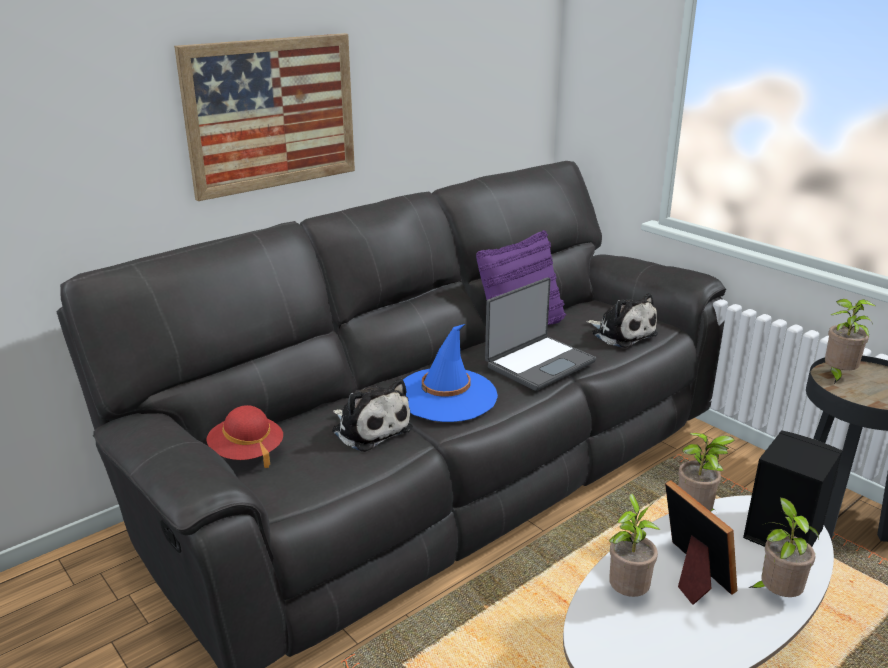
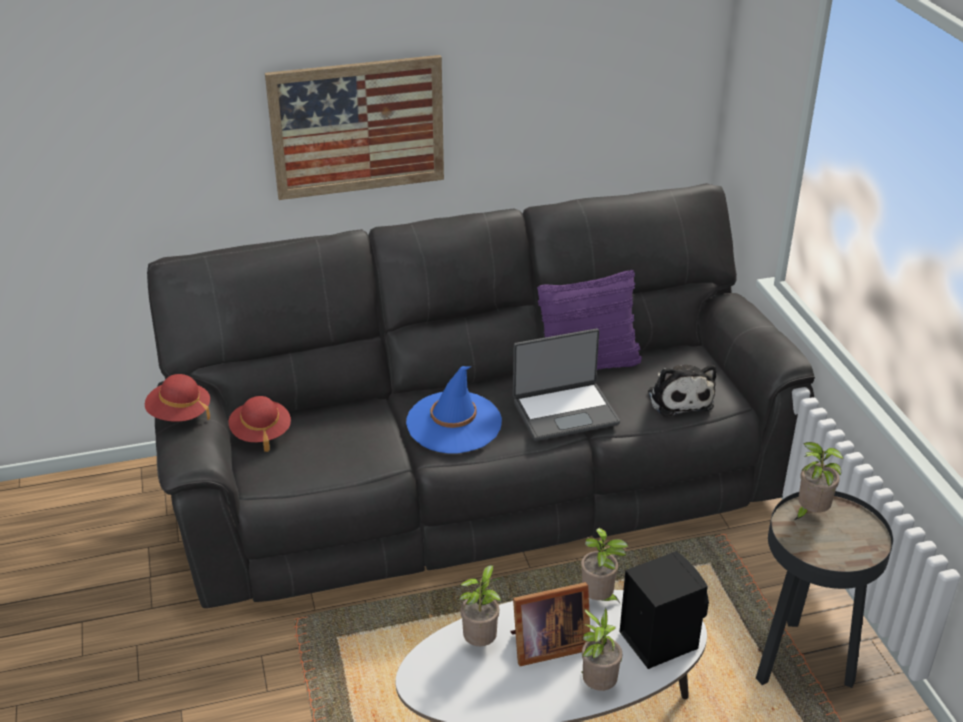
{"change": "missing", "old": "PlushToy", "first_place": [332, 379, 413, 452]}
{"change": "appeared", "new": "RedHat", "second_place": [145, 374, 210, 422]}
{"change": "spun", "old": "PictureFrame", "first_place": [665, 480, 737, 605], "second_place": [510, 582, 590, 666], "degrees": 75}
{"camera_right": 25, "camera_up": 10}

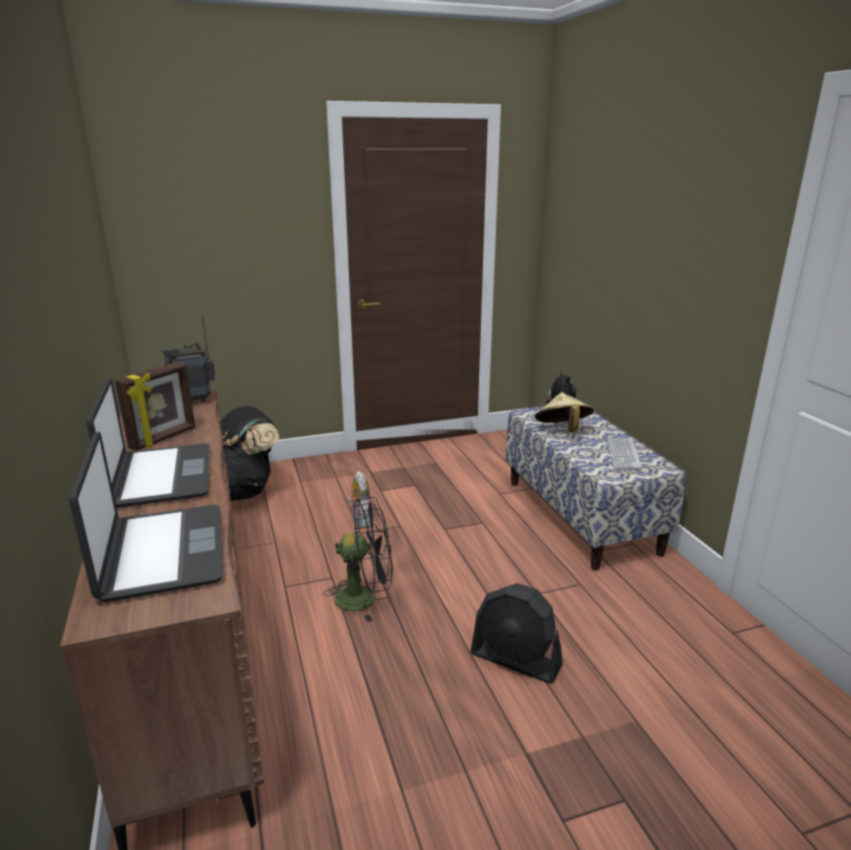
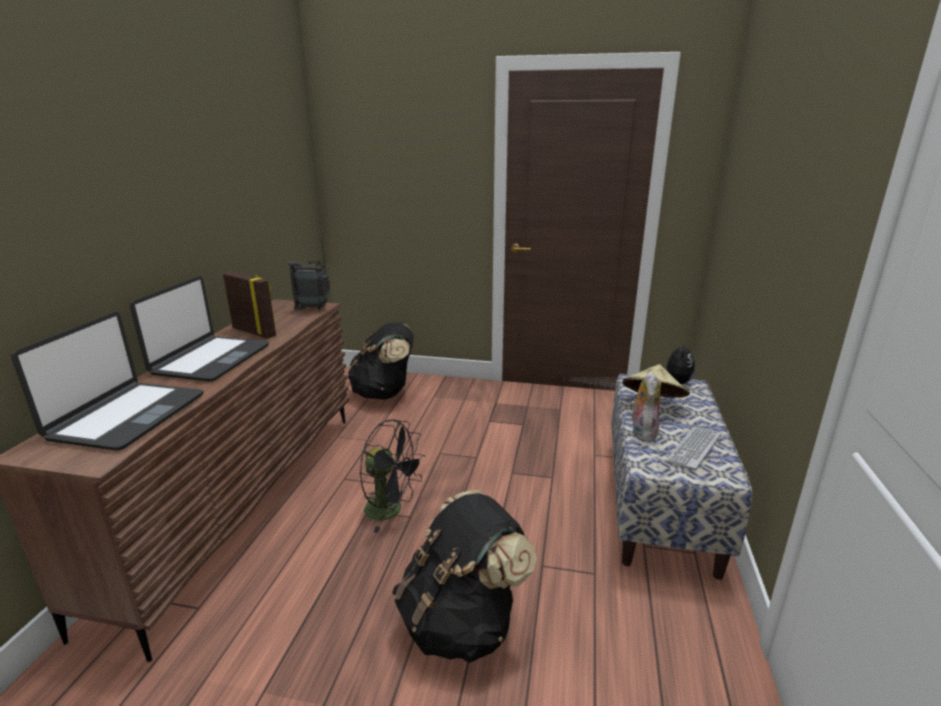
{"change": "relocated", "old": "PlushToy", "first_place": [348, 471, 373, 527], "second_place": [630, 371, 660, 442]}
{"change": "exchanged", "old": "BlackFan", "new": "BlackBackpack", "first_place": [470, 583, 563, 684], "second_place": [393, 490, 537, 663]}
{"change": "spun", "old": "PictureFrame", "first_place": [115, 362, 195, 451], "second_place": [223, 272, 276, 339], "degrees": -120}
{"camera_right": 30, "camera_up": 0}

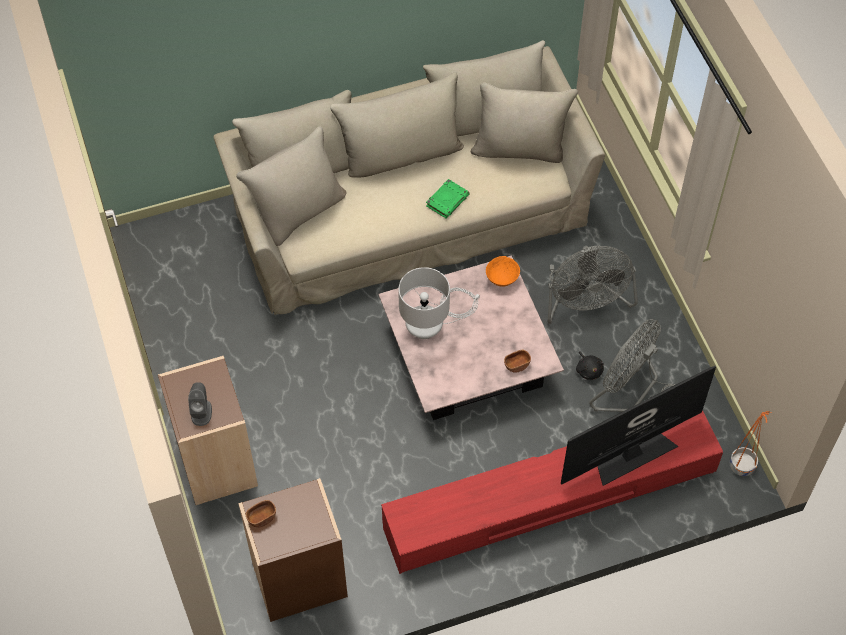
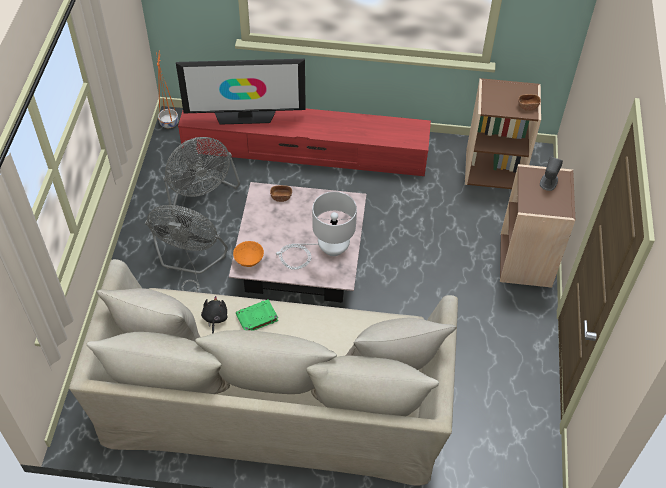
{"change": "relocated", "old": "BlackPlushToy", "first_place": [576, 351, 604, 380], "second_place": [201, 296, 228, 334]}
{"camera_right": -155, "camera_up": -5}

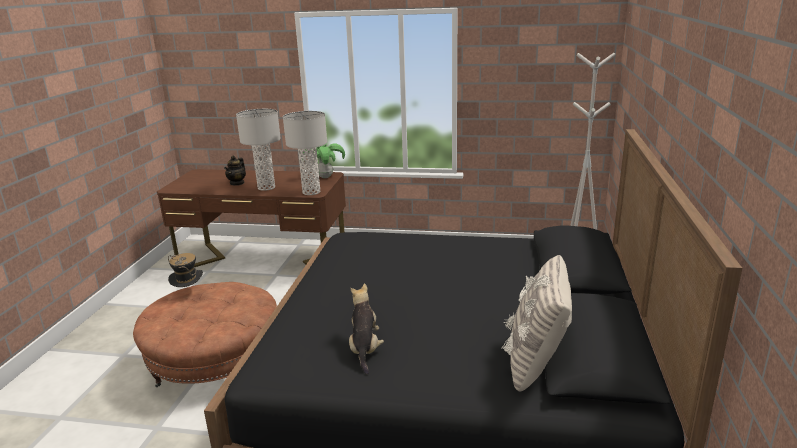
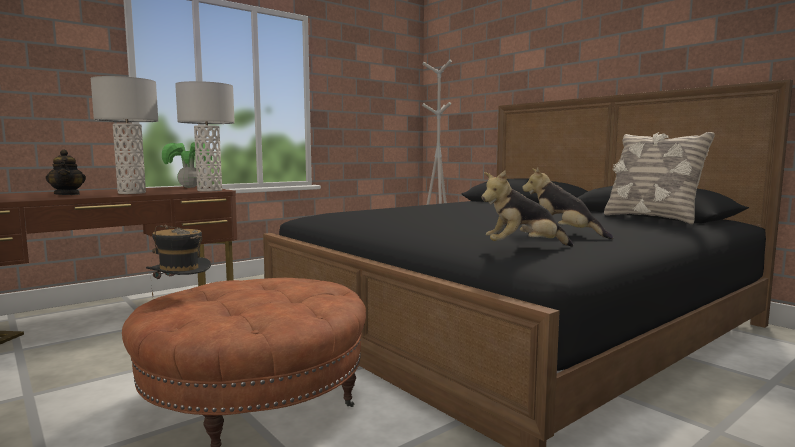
{"change": "appeared", "new": "PlushToy", "second_place": [482, 171, 573, 247]}
{"camera_right": -50, "camera_up": -15}

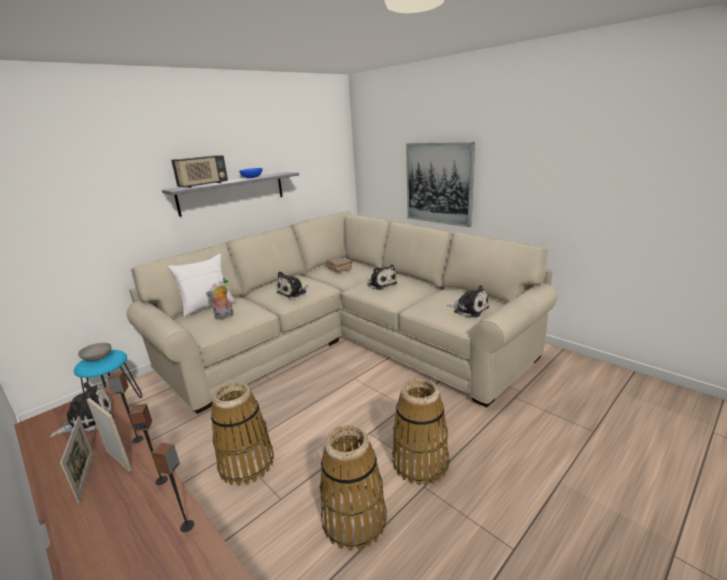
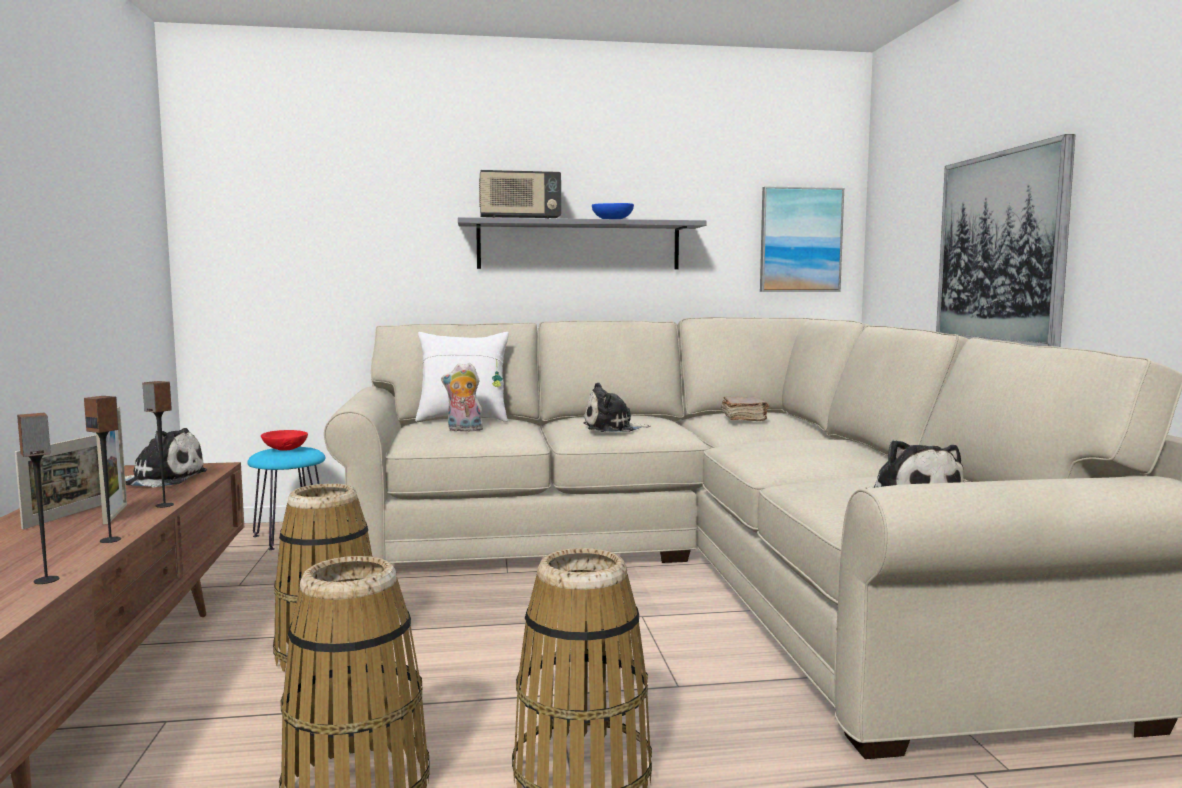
{"change": "missing", "old": "PlushToy", "first_place": [367, 264, 397, 290]}
{"change": "appeared", "new": "Picture", "second_place": [760, 186, 844, 292]}
{"change": "colour", "old": "GreyBowl", "new": "RedBowl", "first_place": [78, 343, 111, 361], "second_place": [261, 430, 308, 451]}
{"camera_right": 35, "camera_up": -15}

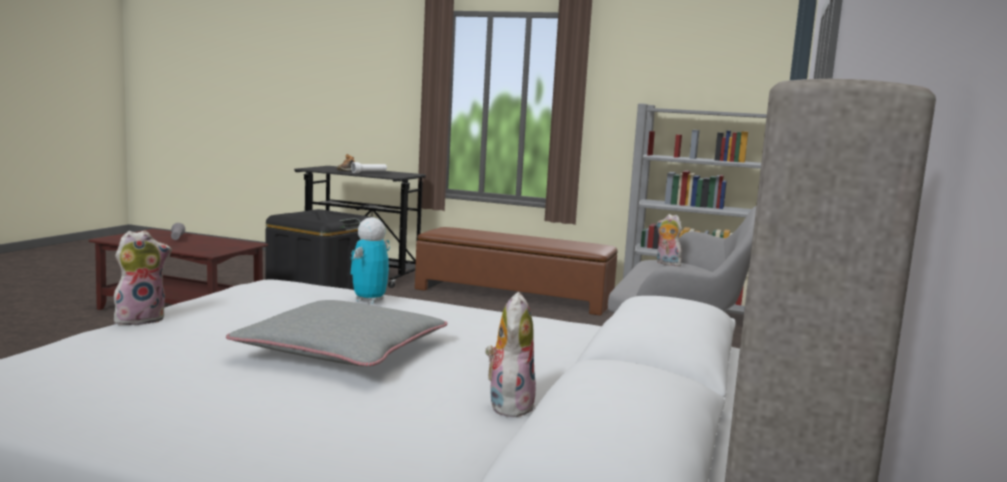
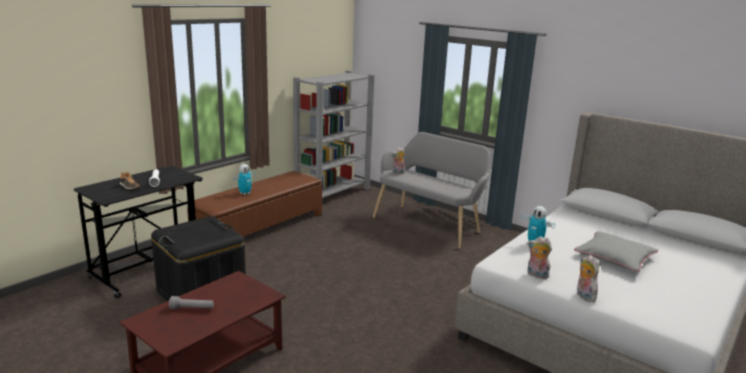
{"change": "appeared", "new": "ToyRobot", "second_place": [233, 164, 256, 195]}
{"change": "relocated", "old": "PlushToy", "first_place": [485, 292, 536, 418], "second_place": [527, 236, 552, 279]}
{"camera_right": -70, "camera_up": 10}

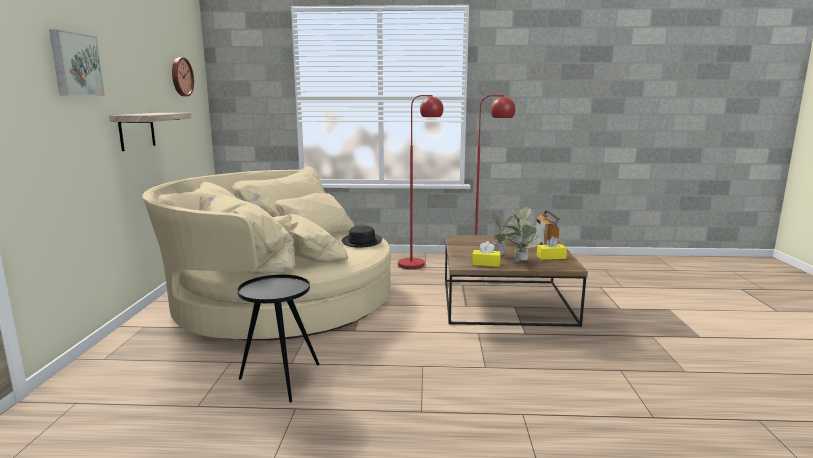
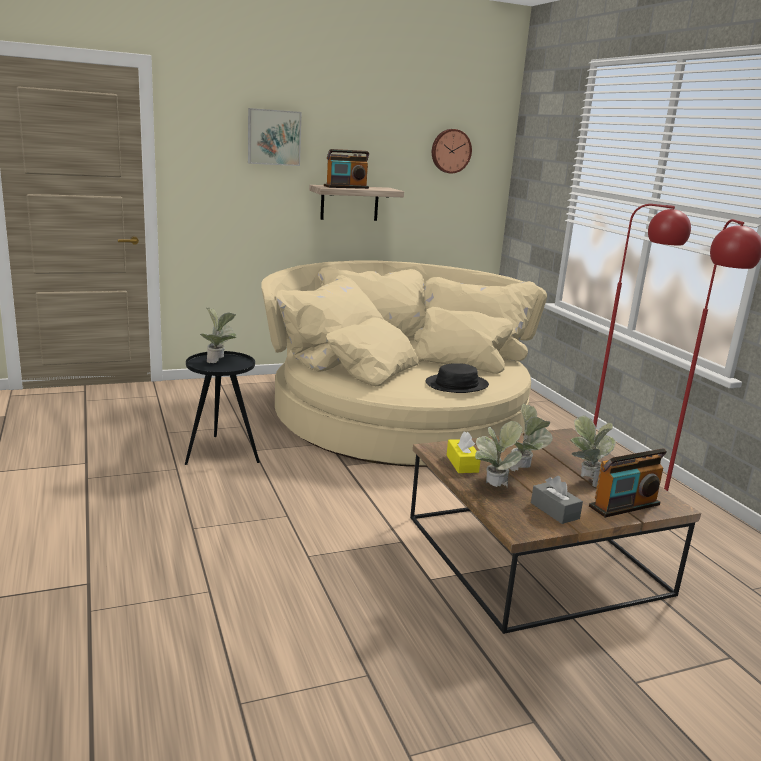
{"change": "appeared", "new": "PottedPlant", "second_place": [200, 308, 237, 363]}
{"change": "appeared", "new": "Radio", "second_place": [324, 149, 369, 189]}
{"change": "colour", "old": "YellowTissueBox", "new": "GreyTissueBox", "first_place": [537, 236, 567, 260], "second_place": [531, 476, 583, 524]}
{"camera_right": 65, "camera_up": 5}

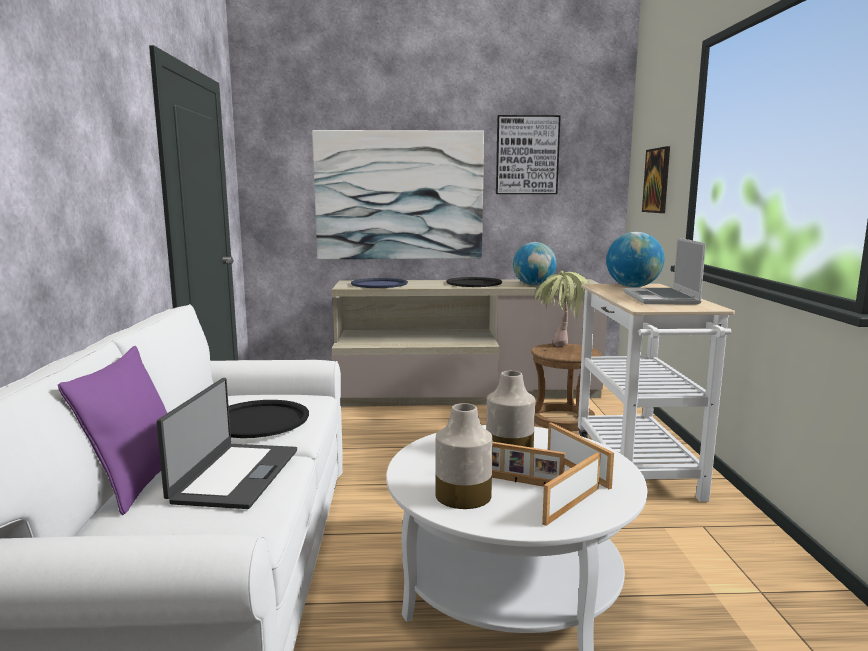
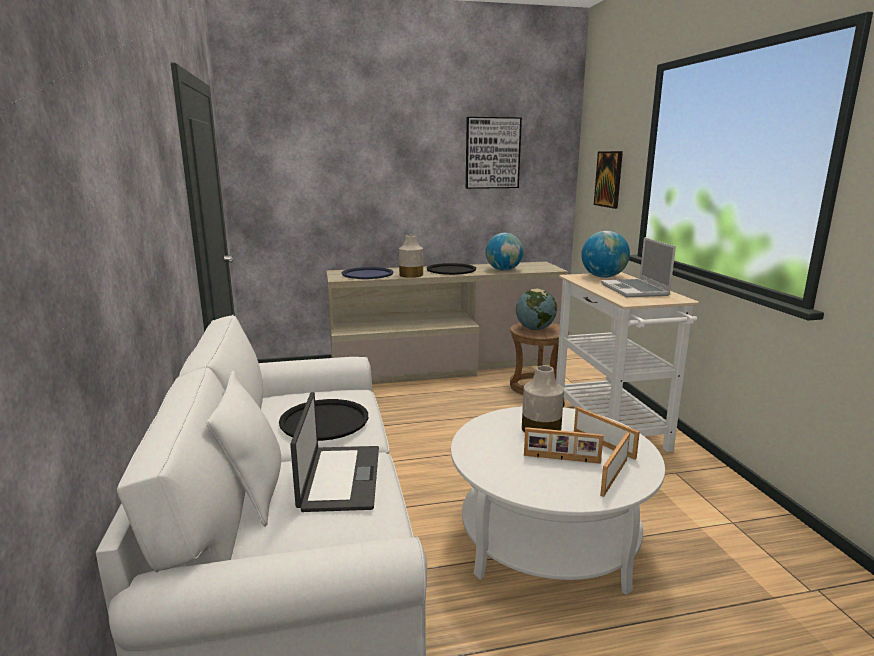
{"change": "missing", "old": "Picture", "first_place": [312, 130, 484, 259]}
{"change": "relocated", "old": "BeigeVase", "first_place": [436, 403, 493, 509], "second_place": [399, 235, 423, 278]}
{"change": "exchanged", "old": "PottedPlant", "new": "Globe", "first_place": [534, 271, 590, 347], "second_place": [516, 289, 557, 330]}
{"change": "colour", "old": "PurplePillow", "new": "WhitePillow", "first_place": [58, 346, 167, 515], "second_place": [206, 370, 281, 527]}
{"camera_right": -10, "camera_up": 5}

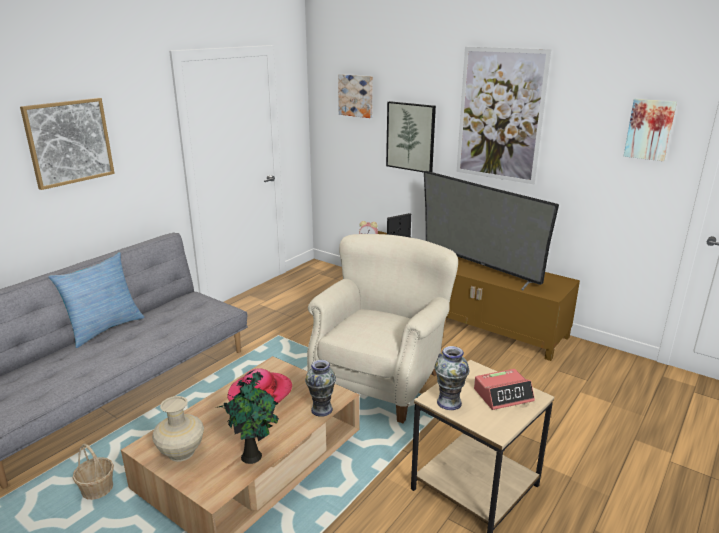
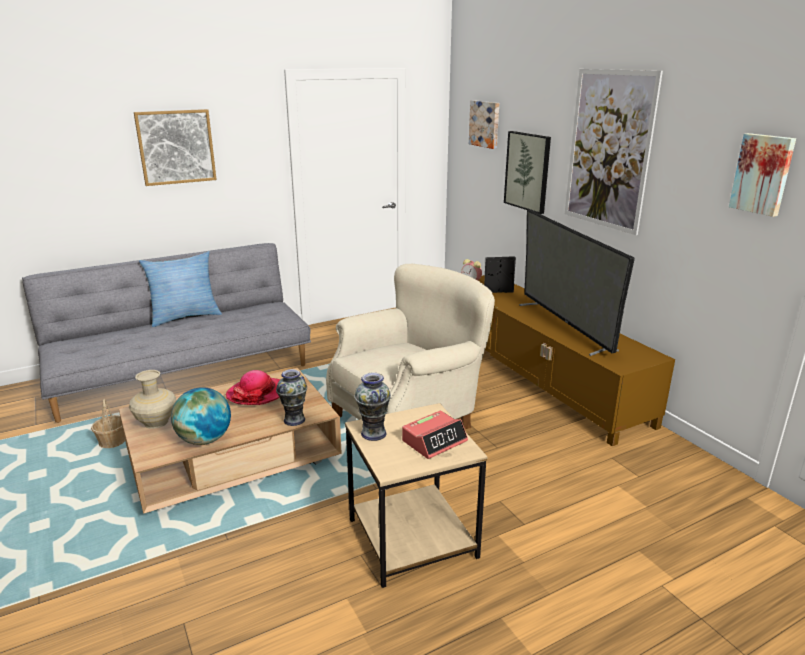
{"change": "exchanged", "old": "PottedPlant", "new": "Globe", "first_place": [216, 370, 279, 464], "second_place": [171, 387, 231, 445]}
{"change": "spun", "old": "AlarmClock", "first_place": [474, 369, 535, 410], "second_place": [402, 411, 468, 459], "degrees": -45}
{"camera_right": 25, "camera_up": 0}

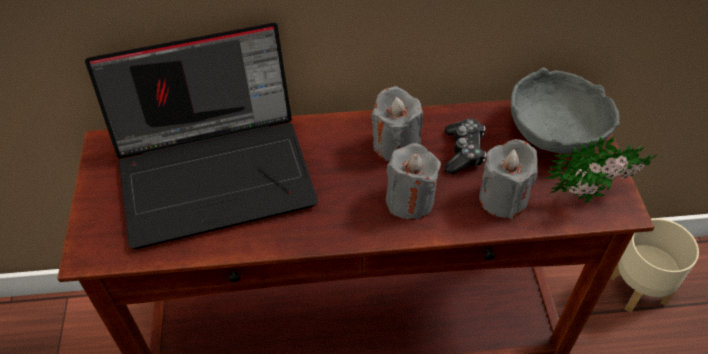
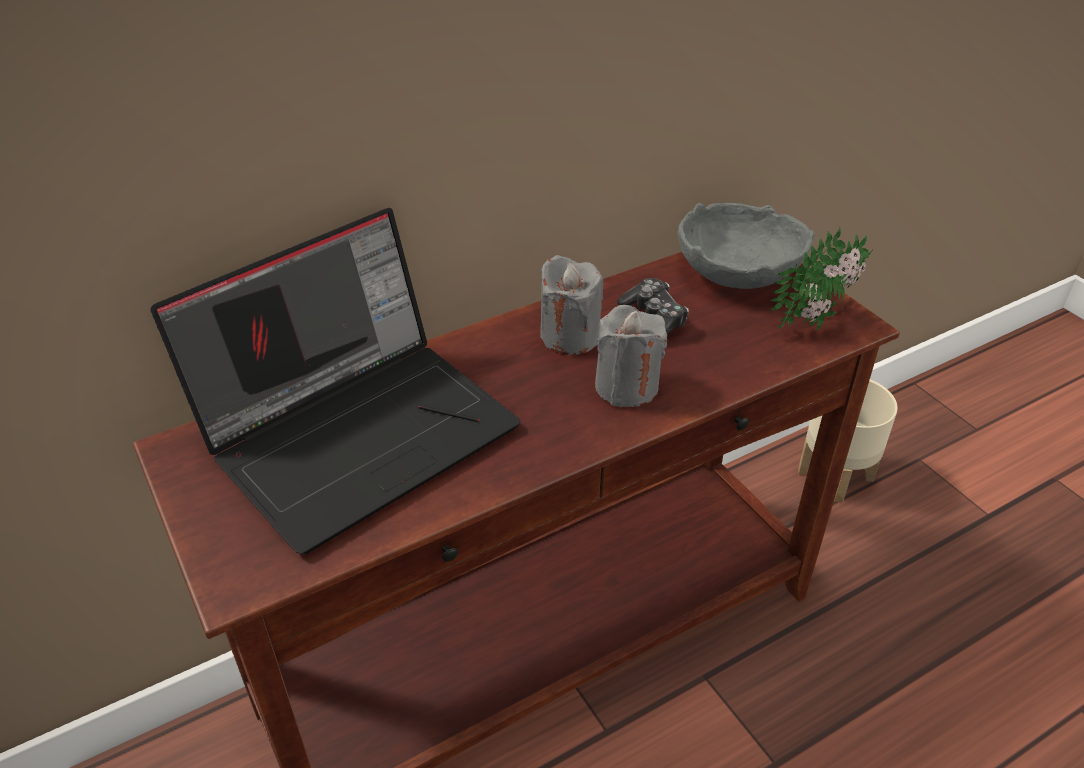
{"change": "missing", "old": "GreyCandle", "first_place": [479, 139, 538, 219]}
{"camera_right": -25, "camera_up": -10}

